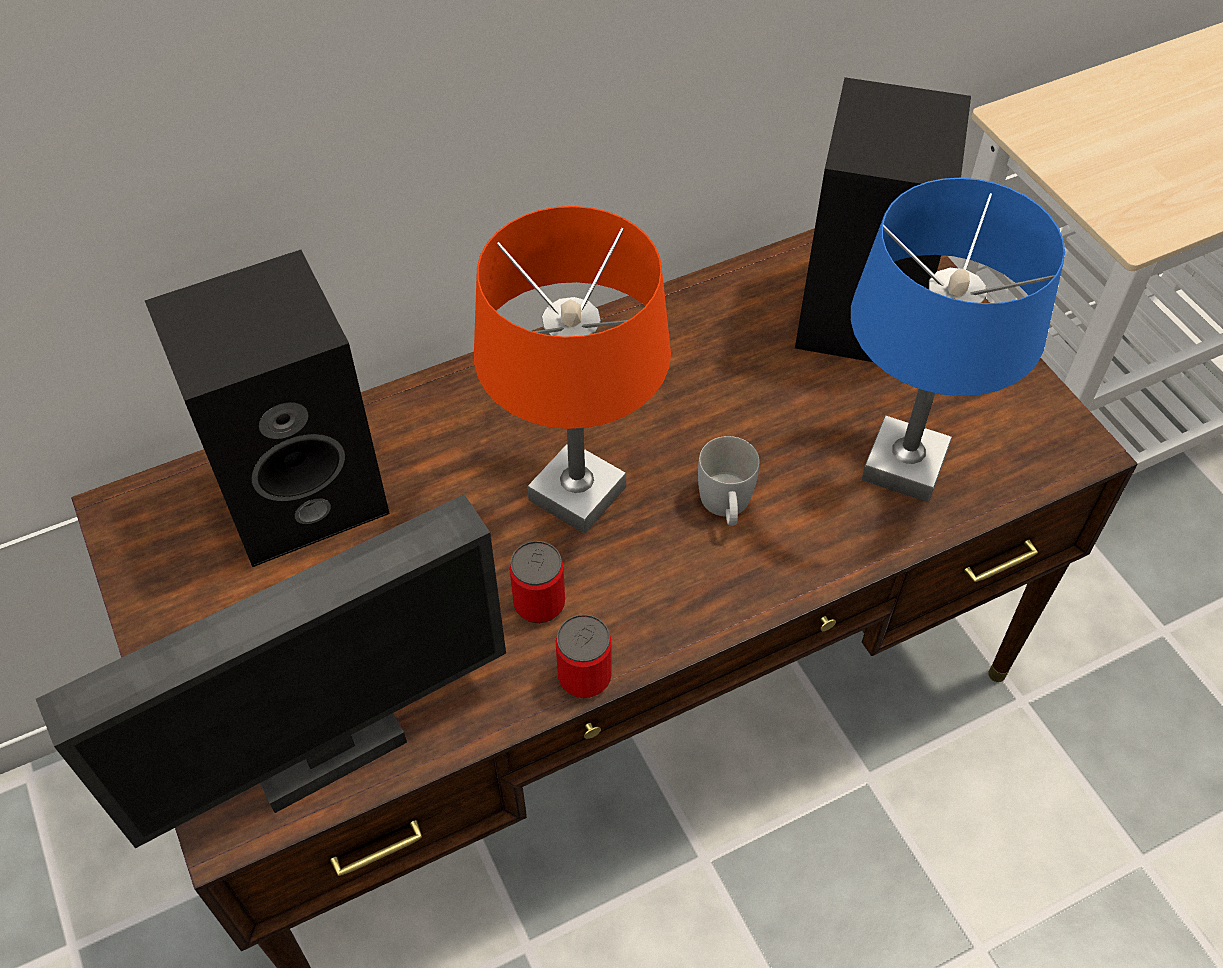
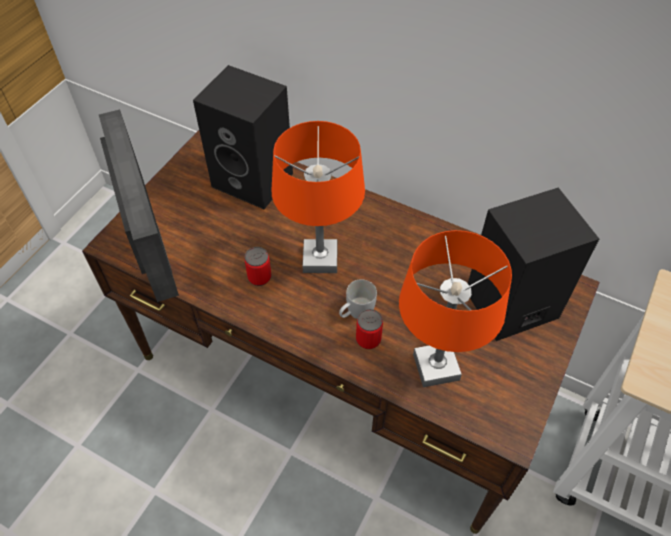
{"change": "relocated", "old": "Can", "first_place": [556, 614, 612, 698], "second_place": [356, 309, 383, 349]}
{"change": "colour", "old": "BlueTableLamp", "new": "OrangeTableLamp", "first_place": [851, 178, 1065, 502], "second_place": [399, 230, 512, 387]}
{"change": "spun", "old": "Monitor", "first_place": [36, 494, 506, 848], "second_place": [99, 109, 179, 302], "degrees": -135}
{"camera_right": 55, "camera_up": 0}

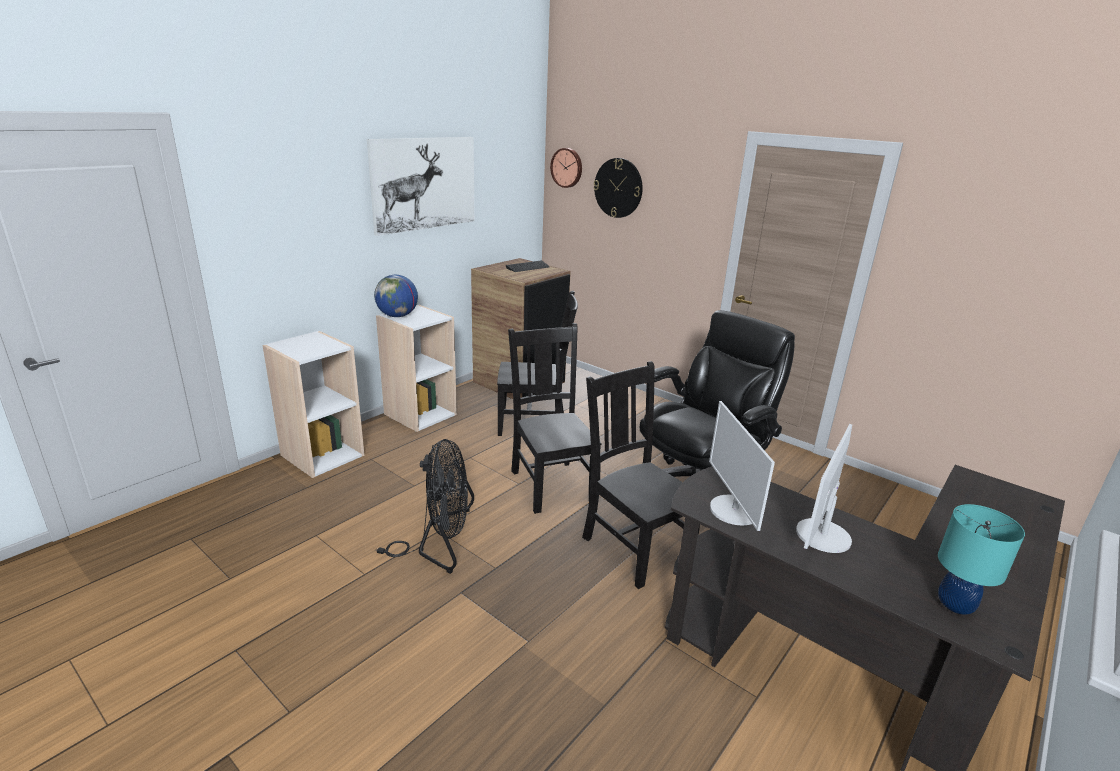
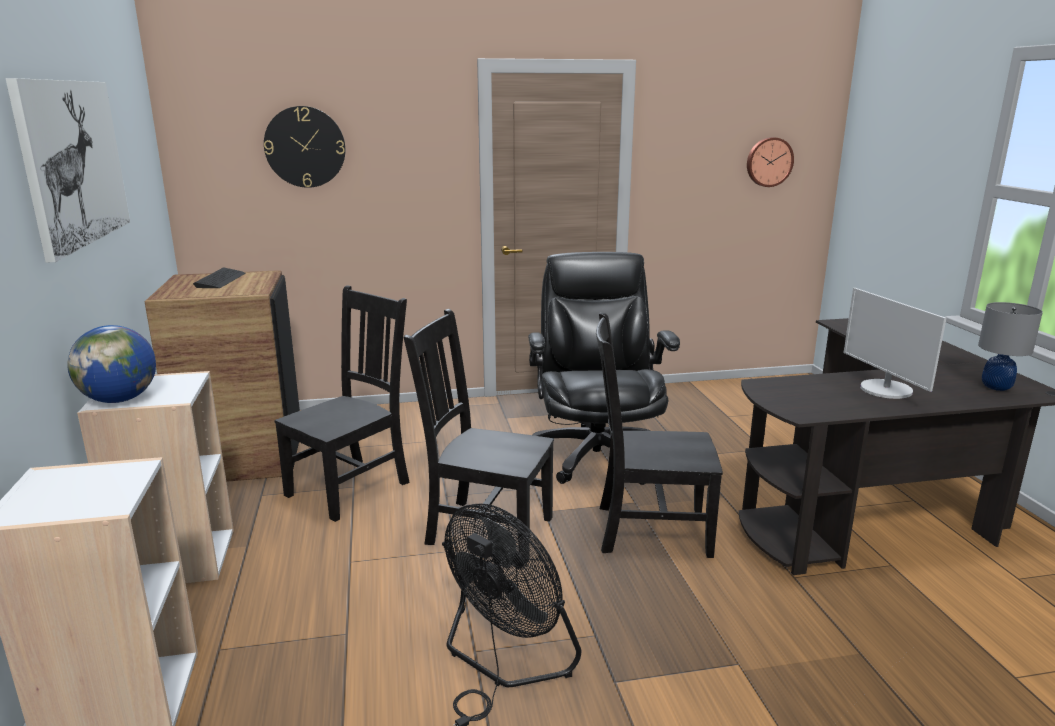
{"change": "missing", "old": "Monitor", "first_place": [709, 401, 775, 531]}
{"change": "relocated", "old": "WallClock", "first_place": [550, 148, 582, 188], "second_place": [747, 137, 794, 187]}
{"change": "colour", "old": "TurquoiseTableLamp", "new": "GreyTableLamp", "first_place": [938, 504, 1025, 614], "second_place": [978, 302, 1043, 391]}
{"camera_right": -50, "camera_up": -5}

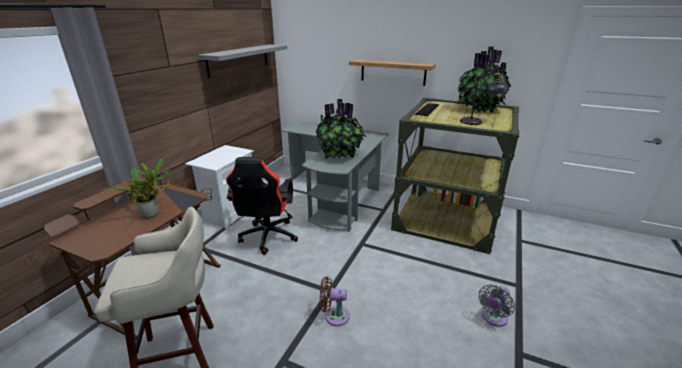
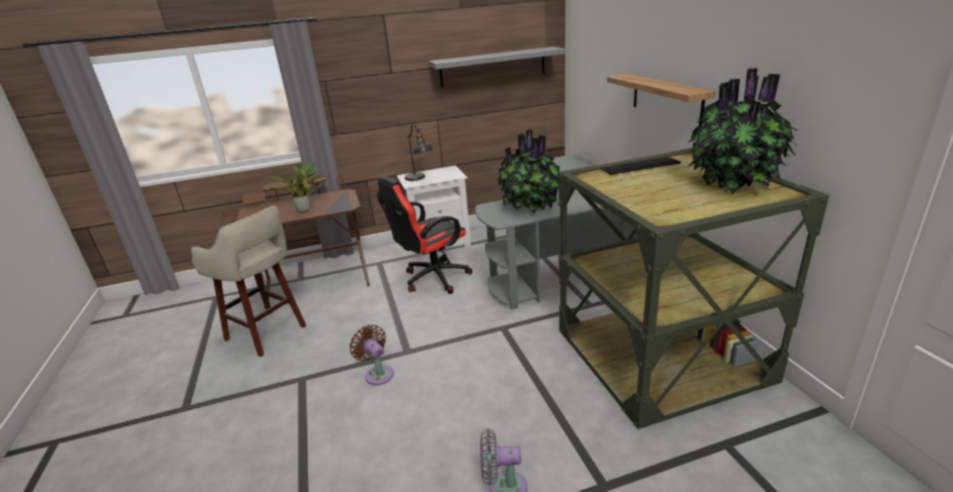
{"change": "relocated", "old": "GreyTableLamp", "first_place": [460, 63, 510, 125], "second_place": [405, 125, 433, 181]}
{"camera_right": 50, "camera_up": 0}

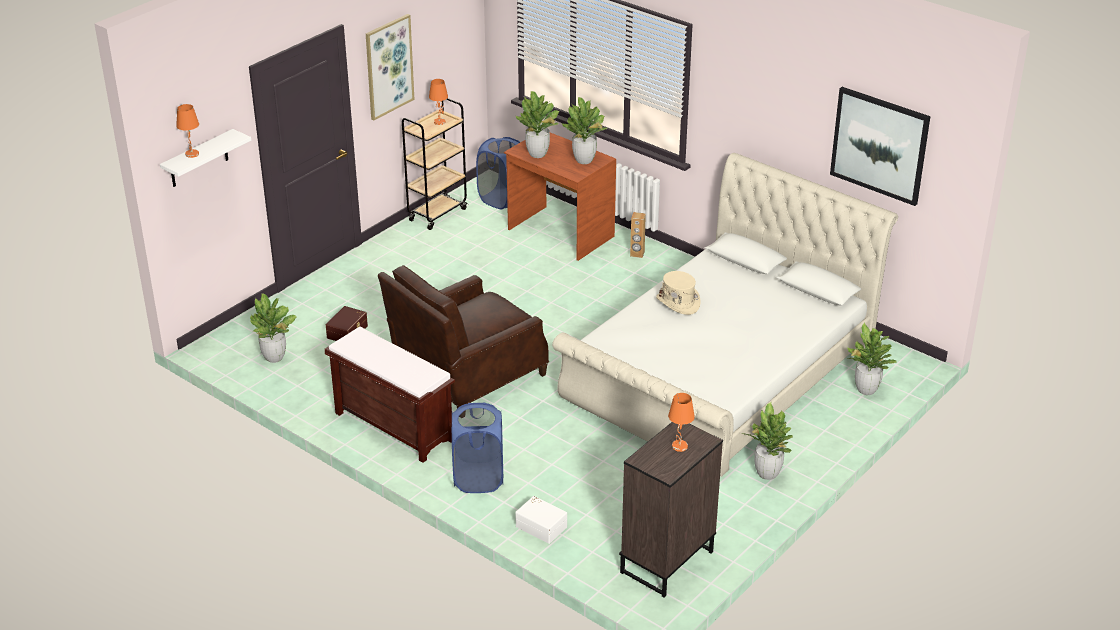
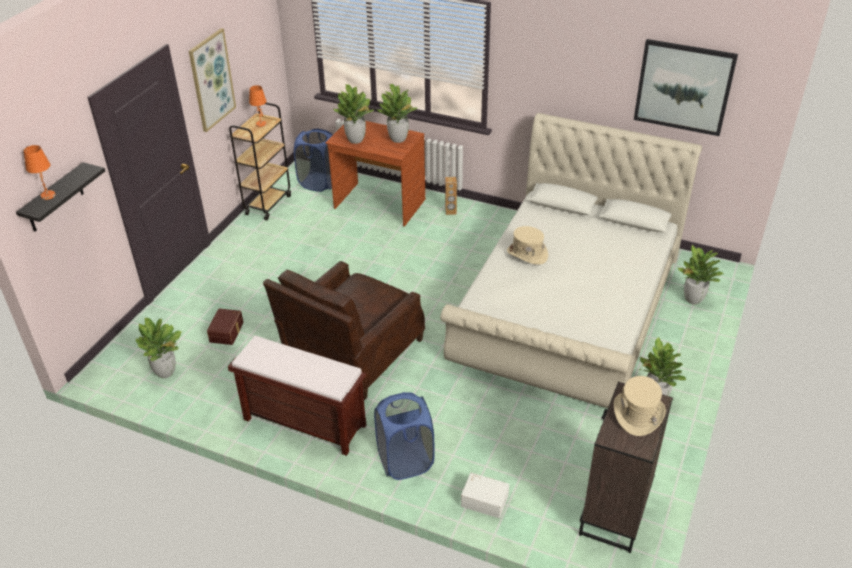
{"change": "exchanged", "old": "OrangeTableLamp", "new": "BeigeHat", "first_place": [668, 393, 695, 452], "second_place": [614, 376, 666, 436]}
{"change": "colour", "old": "WhiteShelf", "new": "BlackShelf", "first_place": [160, 129, 251, 187], "second_place": [16, 162, 105, 232]}
{"camera_right": -15, "camera_up": 5}

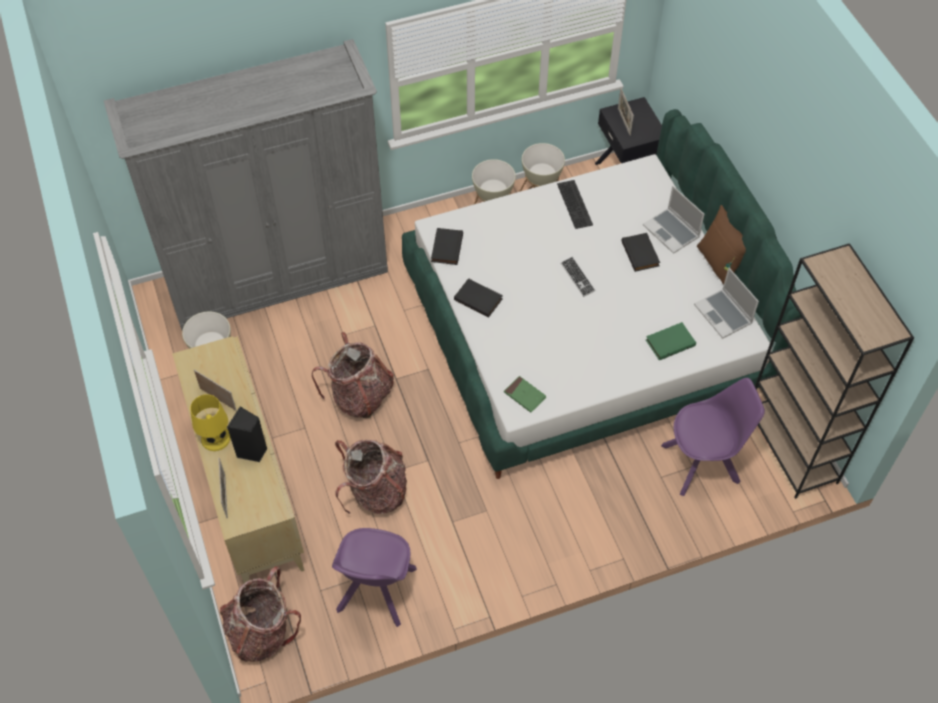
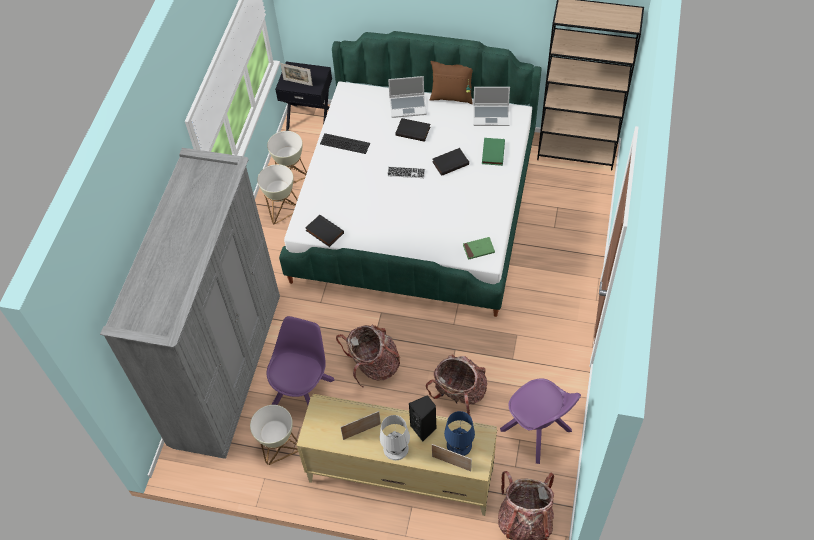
{"change": "appeared", "new": "BlueTableLamp", "second_place": [444, 411, 475, 456]}
{"change": "relocated", "old": "BlackBook", "first_place": [454, 278, 503, 317], "second_place": [432, 148, 469, 176]}
{"change": "relocated", "old": "PurpleChair", "first_place": [661, 378, 765, 496], "second_place": [267, 316, 335, 405]}
{"change": "colour", "old": "YellowTableLamp", "new": "WhiteTableLamp", "first_place": [190, 394, 231, 451], "second_place": [380, 415, 410, 460]}
{"camera_right": -55, "camera_up": 0}

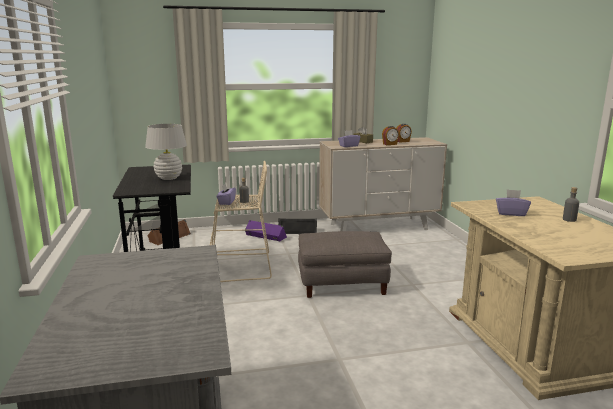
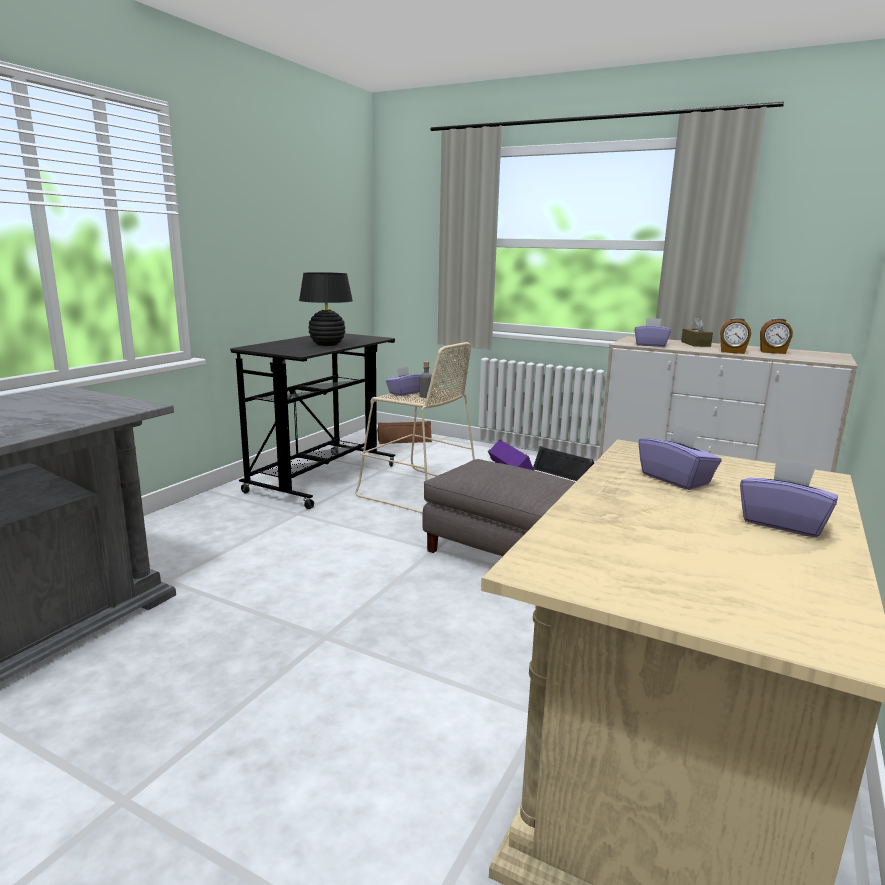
{"change": "exchanged", "old": "GreyBottle", "new": "PurpleTissueBox", "first_place": [563, 187, 579, 222], "second_place": [740, 457, 838, 538]}
{"change": "colour", "old": "WhiteTableLamp", "new": "BlackTableLamp", "first_place": [145, 124, 187, 180], "second_place": [299, 272, 353, 346]}
{"camera_right": 40, "camera_up": 0}

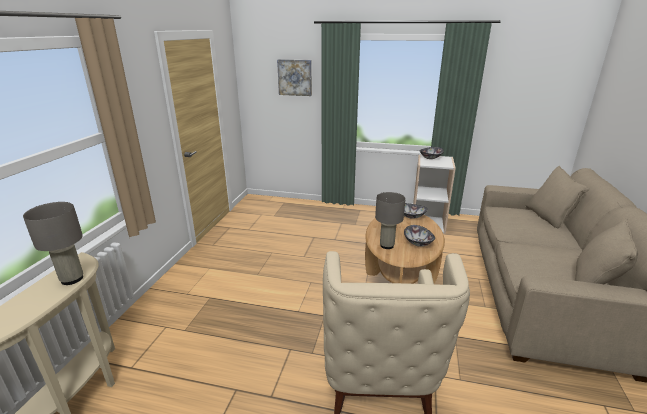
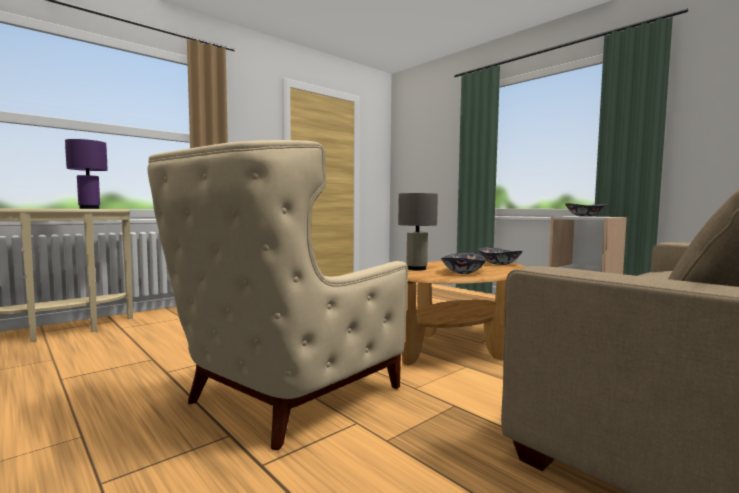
{"change": "missing", "old": "Picture", "first_place": [277, 59, 312, 96]}
{"change": "colour", "old": "GreyTableLamp", "new": "PurpleTableLamp", "first_place": [23, 202, 83, 285], "second_place": [65, 139, 107, 209]}
{"camera_right": 35, "camera_up": -20}

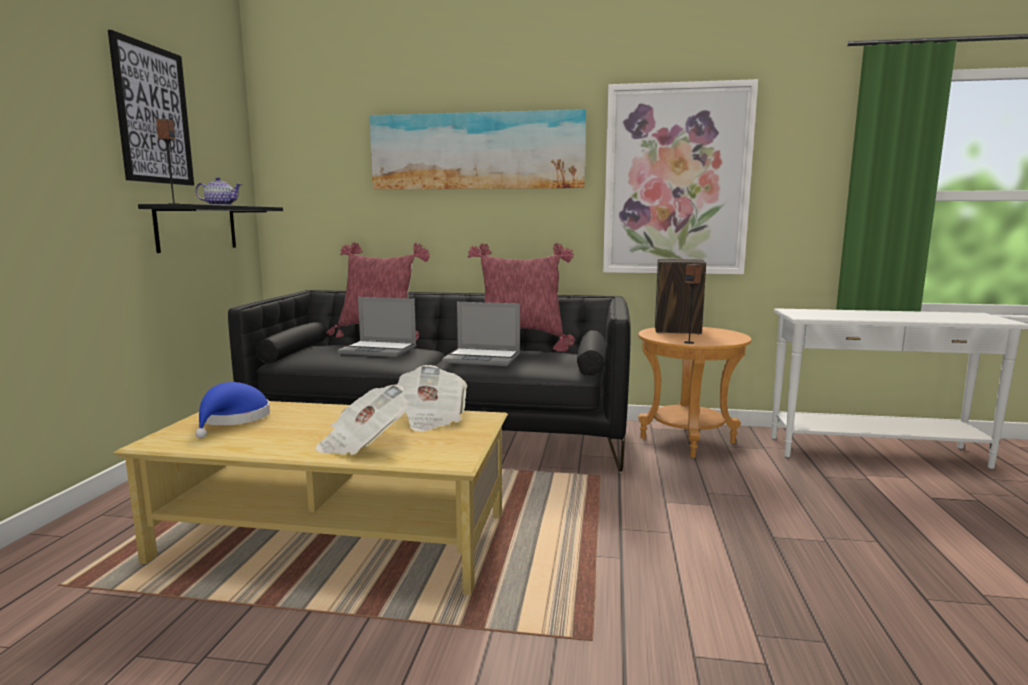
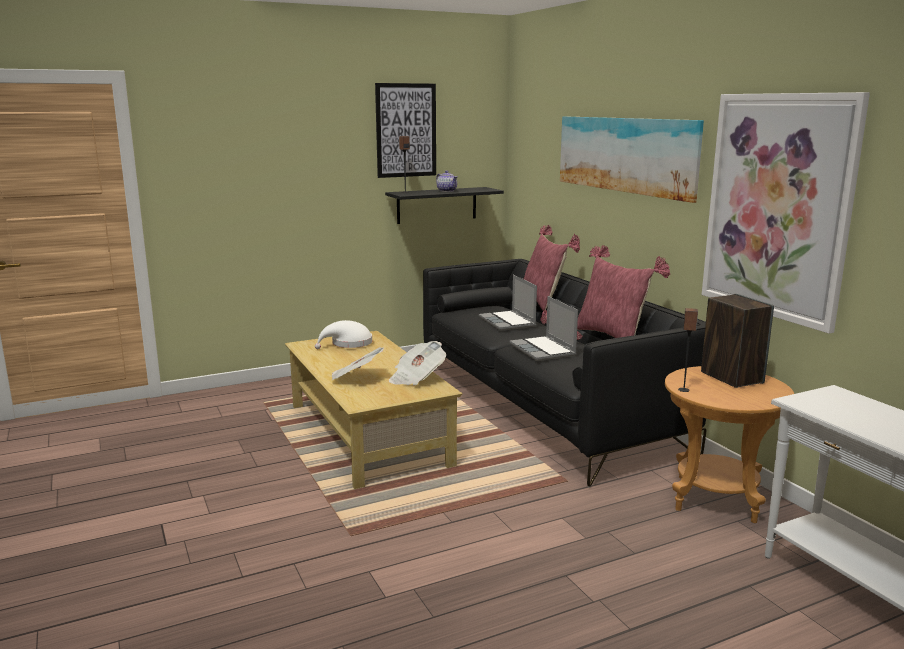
{"change": "colour", "old": "BlueHat", "new": "WhiteHat", "first_place": [195, 382, 270, 438], "second_place": [315, 320, 372, 349]}
{"camera_right": 55, "camera_up": 5}

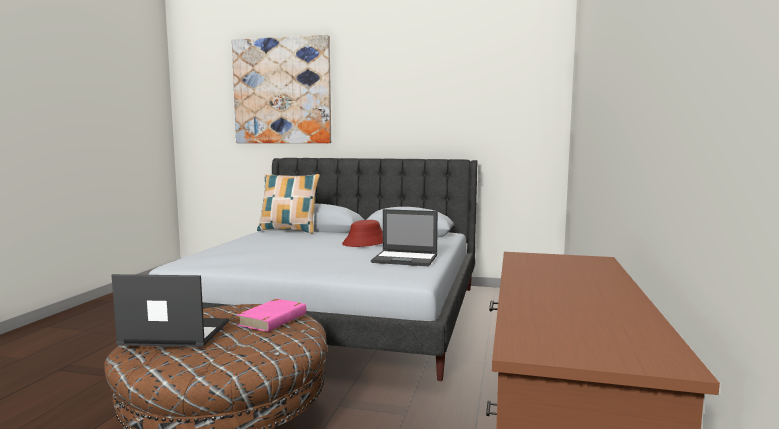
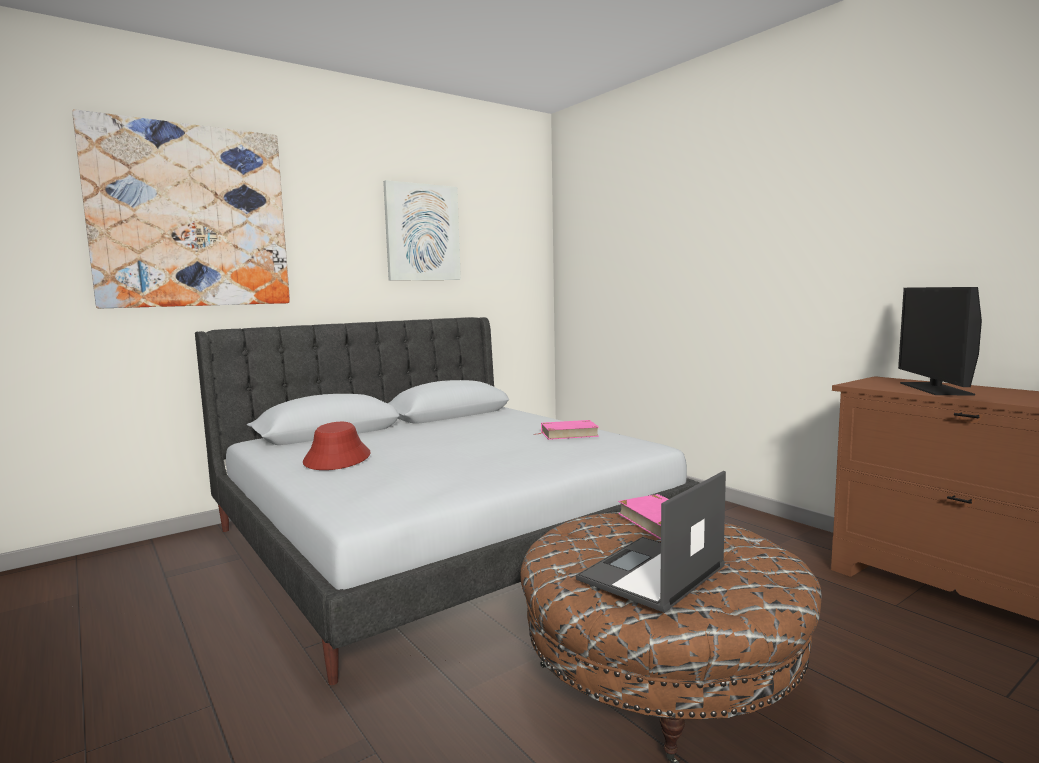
{"change": "missing", "old": "Pillow", "first_place": [257, 173, 320, 233]}
{"change": "appeared", "new": "Picture", "second_place": [383, 180, 461, 281]}
{"change": "appeared", "new": "Monitor", "second_place": [898, 287, 982, 395]}
{"change": "relocated", "old": "RedHat", "first_place": [342, 220, 383, 247], "second_place": [303, 422, 371, 470]}
{"change": "exchanged", "old": "Laptop", "new": "PinkBook", "first_place": [371, 209, 438, 266], "second_place": [533, 420, 599, 440]}
{"camera_right": -50, "camera_up": 0}

